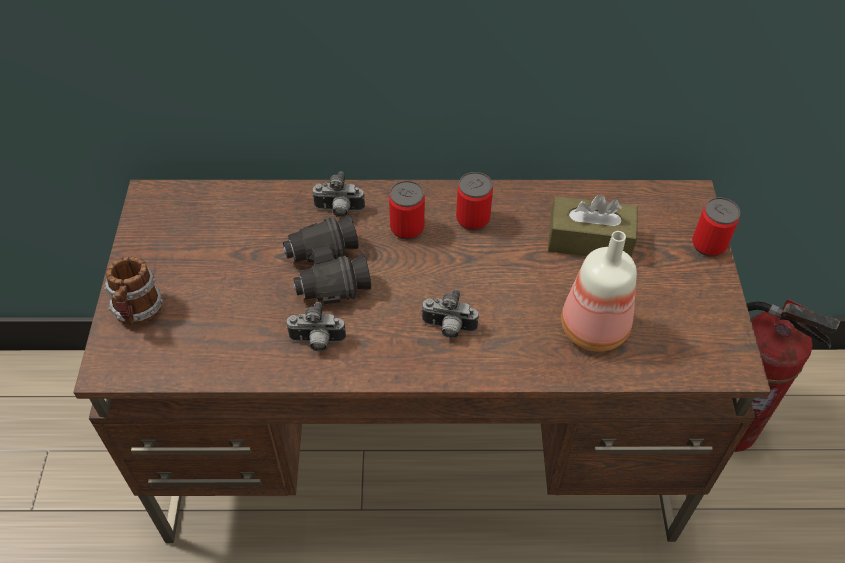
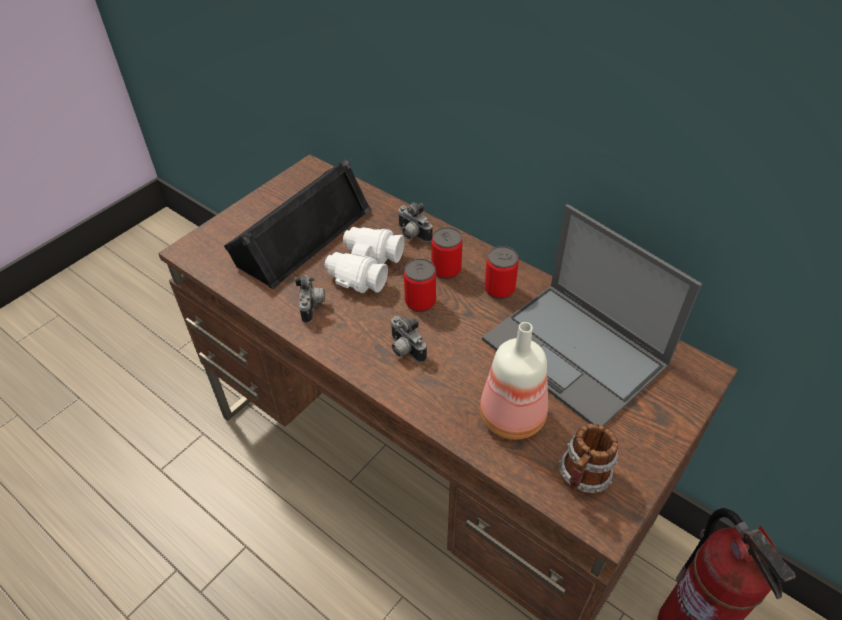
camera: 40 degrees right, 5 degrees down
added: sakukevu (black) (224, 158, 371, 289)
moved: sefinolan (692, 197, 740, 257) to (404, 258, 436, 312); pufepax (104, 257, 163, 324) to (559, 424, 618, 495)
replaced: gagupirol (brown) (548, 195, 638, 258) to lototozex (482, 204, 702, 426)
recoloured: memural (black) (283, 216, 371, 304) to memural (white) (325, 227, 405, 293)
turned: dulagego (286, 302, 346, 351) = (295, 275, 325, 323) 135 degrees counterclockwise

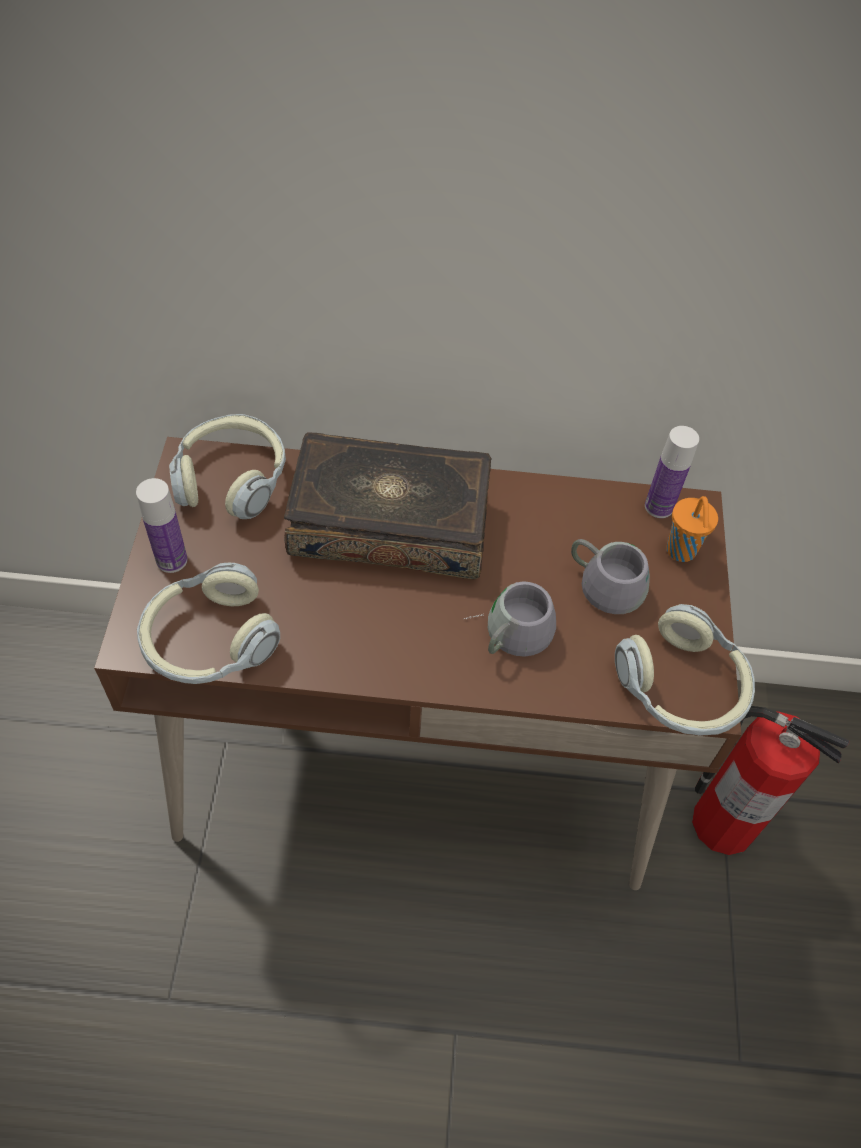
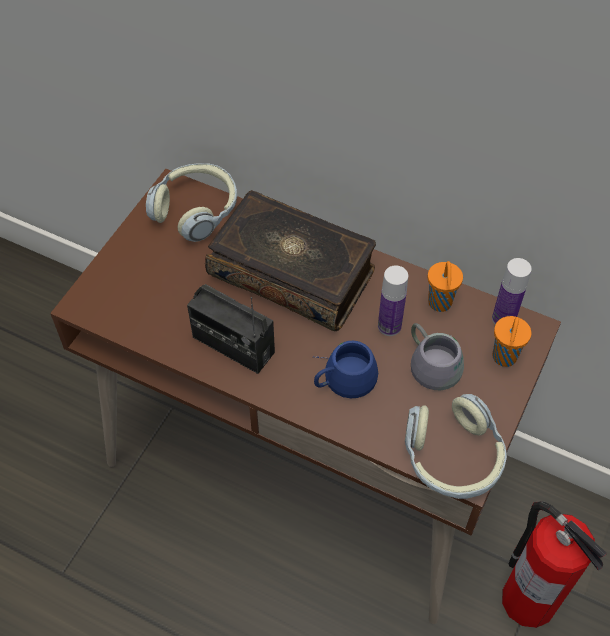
camera: 25 degrees right, 0 degrees up
removed: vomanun (137, 563, 280, 684)
added: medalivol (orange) (428, 261, 463, 312); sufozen (187, 284, 275, 374)
moved: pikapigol (136, 478, 187, 573) to (378, 266, 408, 336)
recoloured: pufepax (grey) (464, 581, 556, 657) to pufepax (blue) (314, 341, 378, 398)

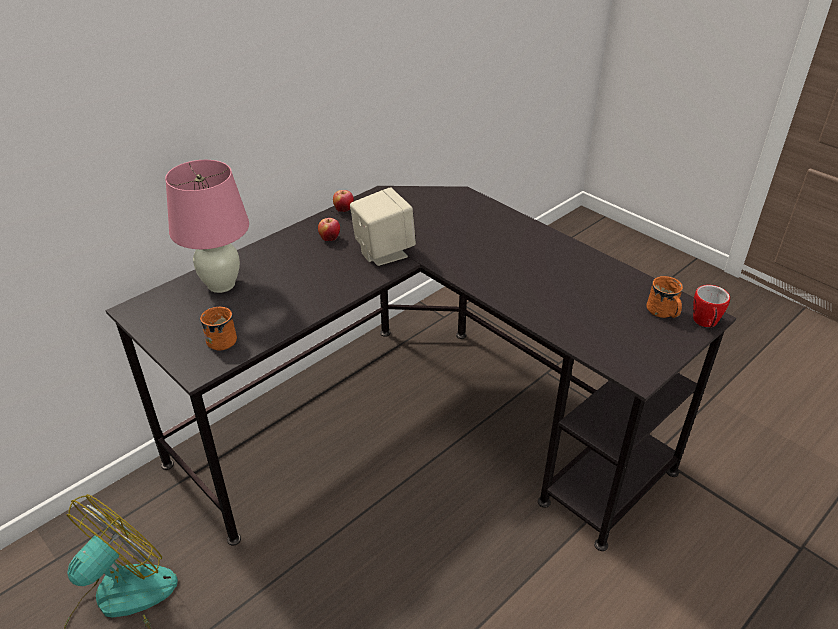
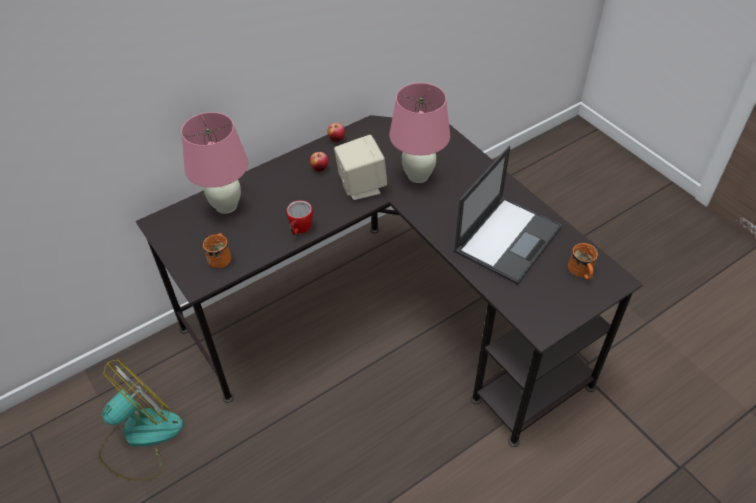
camera: 10 degrees right, 10 degrees up
added: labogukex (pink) (389, 83, 450, 183); lototozex (454, 146, 562, 285)
moved: pufepax (693, 285, 730, 328) to (286, 200, 313, 235)

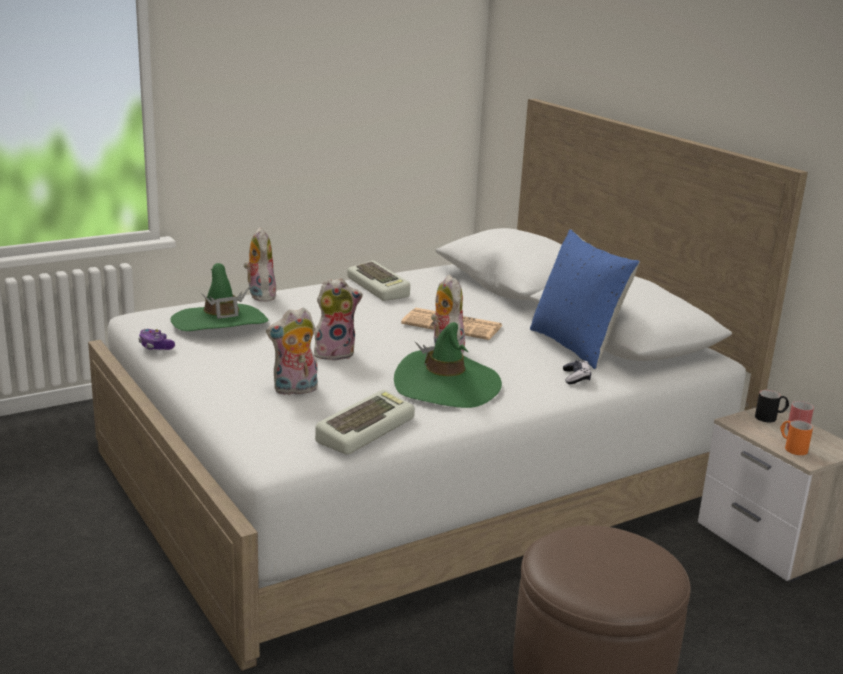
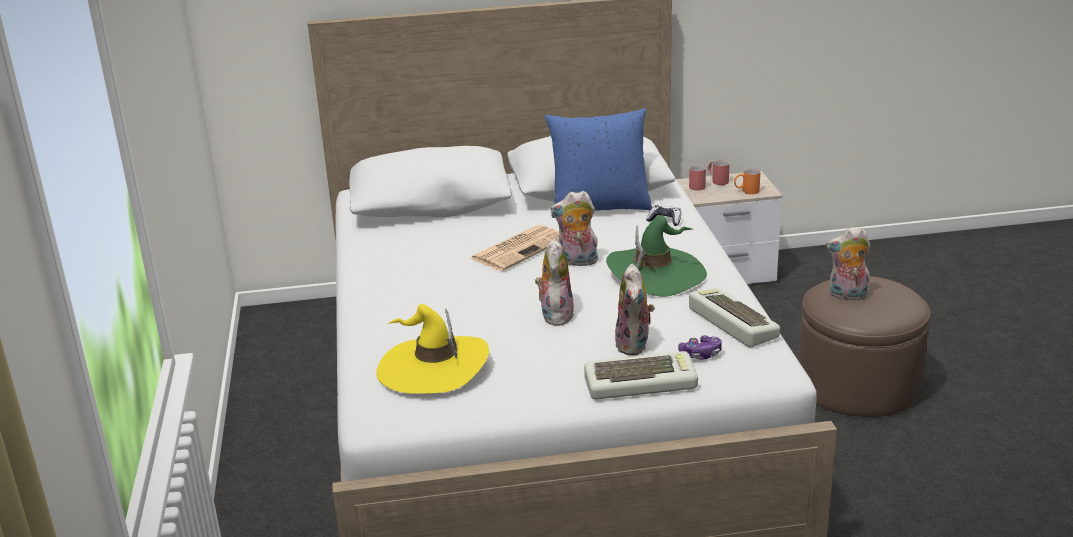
camera: 65 degrees left, 5 degrees up
moved: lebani (244, 227, 276, 302) to (826, 228, 871, 300); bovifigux (347, 261, 410, 301) to (584, 351, 698, 399); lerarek (138, 329, 175, 350) to (678, 335, 722, 360)
recoloured: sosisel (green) (170, 263, 268, 331) to sosisel (yellow) (376, 304, 489, 394); pufepax (black) (755, 390, 789, 423) to pufepax (red) (689, 165, 706, 190)

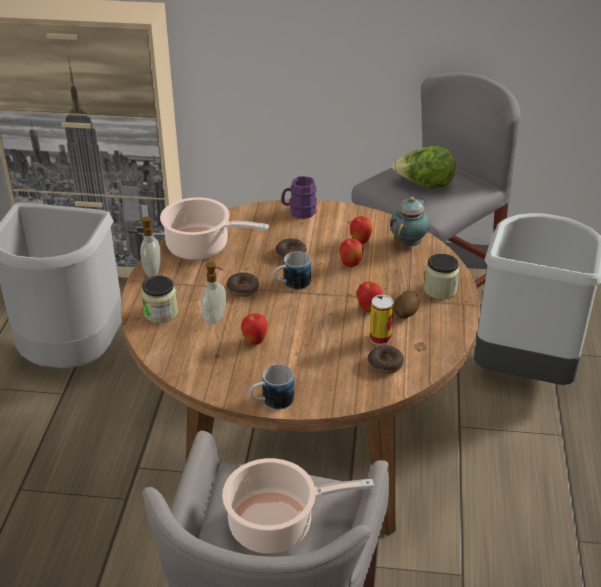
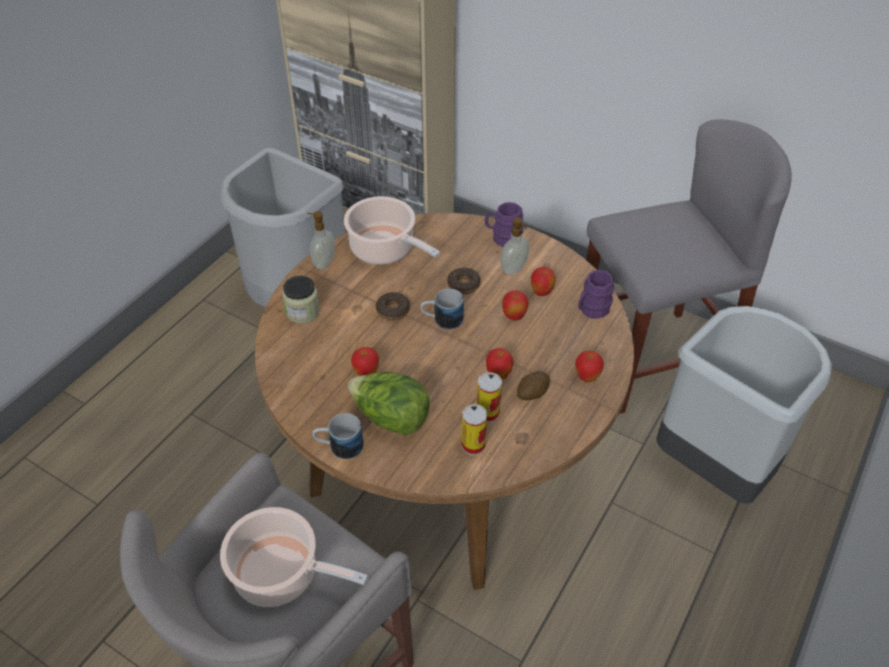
camera: 25 degrees right, 10 degrees up
moved: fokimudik (392, 146, 455, 188) to (348, 372, 430, 436); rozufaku (200, 262, 226, 325) to (500, 217, 529, 275)
replaced: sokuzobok (390, 197, 430, 247) to pufepax (purple) (578, 270, 615, 319); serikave (424, 254, 459, 299) to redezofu (575, 351, 604, 382); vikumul (368, 345, 404, 374) to sefinolan (462, 404, 487, 456)

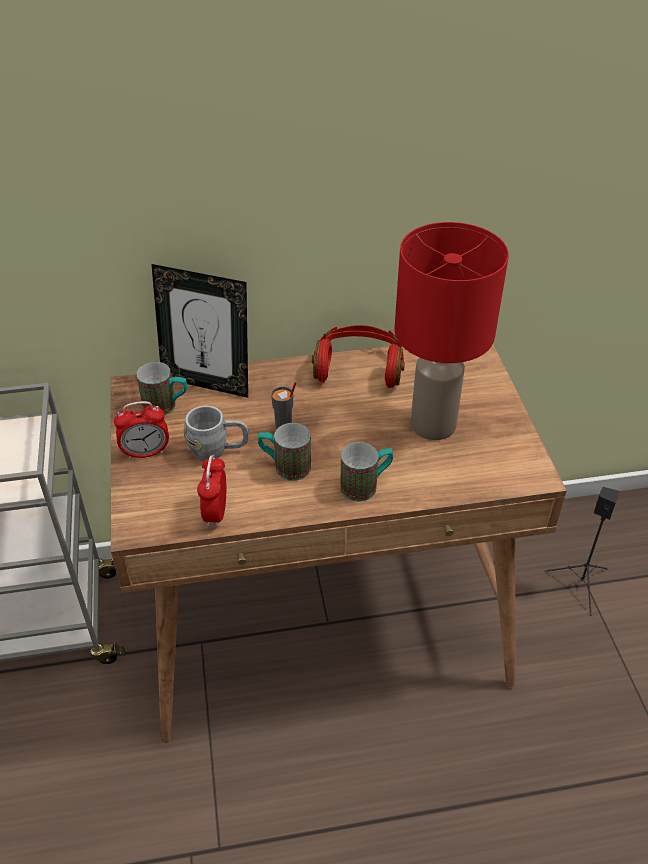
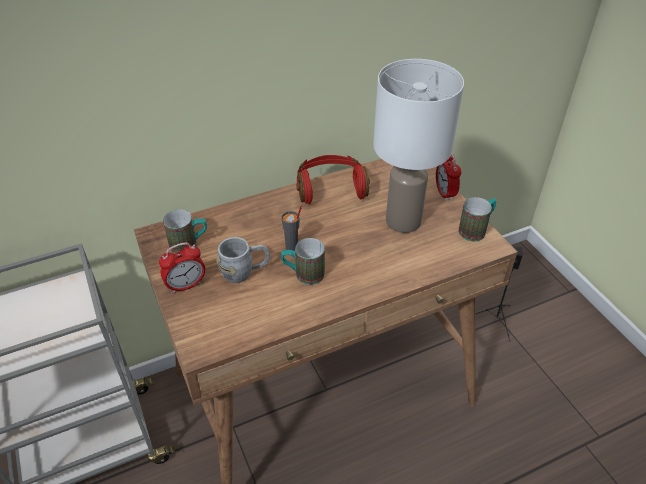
camera: 15 degrees left, 0 degrees up
removed: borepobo (151, 264, 248, 398)
moved: pufepax (340, 442, 393, 501) to (458, 197, 496, 241); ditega (197, 455, 226, 527) to (436, 154, 461, 202)
recoloured: labogukex (red) (394, 222, 509, 440) to labogukex (white) (373, 59, 464, 233)

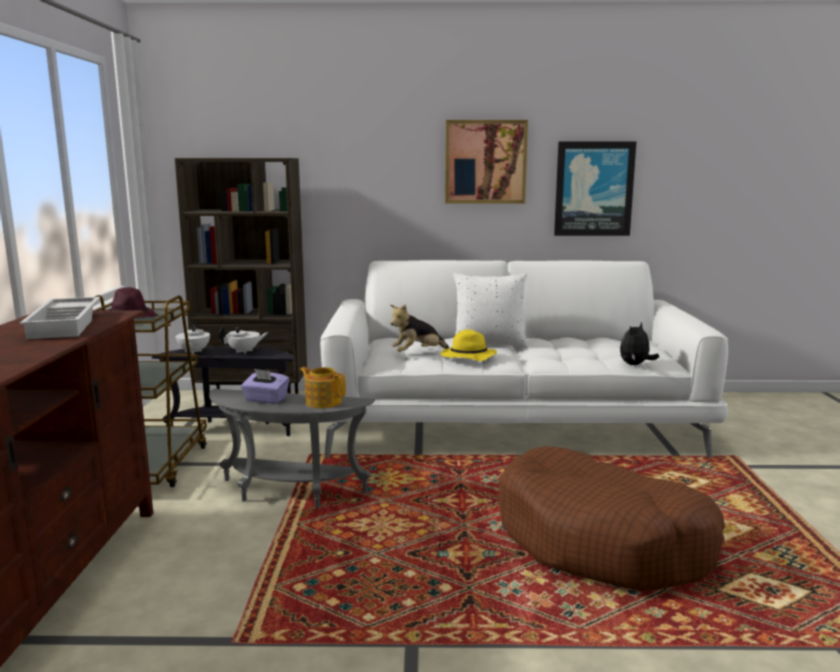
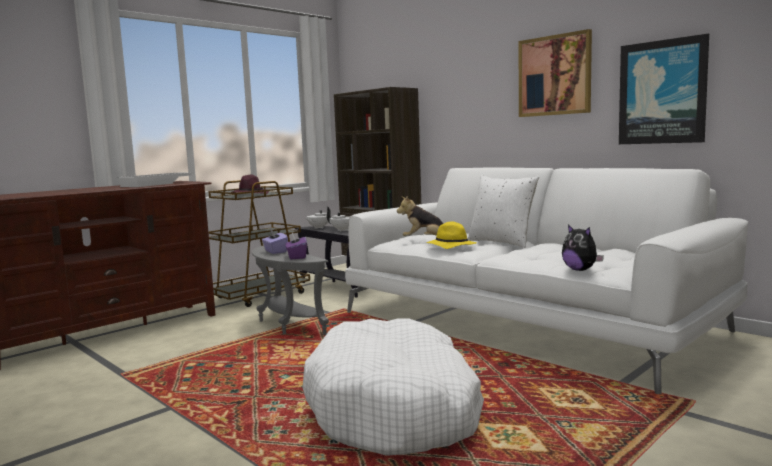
camera: 45 degrees right, 5 degrees down
replaced: sokuzobok (300, 367, 346, 408) to gagupirol (purple) (285, 232, 307, 259)
recoloured: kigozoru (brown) (499, 446, 725, 591) to kigozoru (white) (303, 318, 484, 456)
turned: lebani (620, 322, 659, 365) = (562, 225, 604, 271) 120 degrees counterclockwise

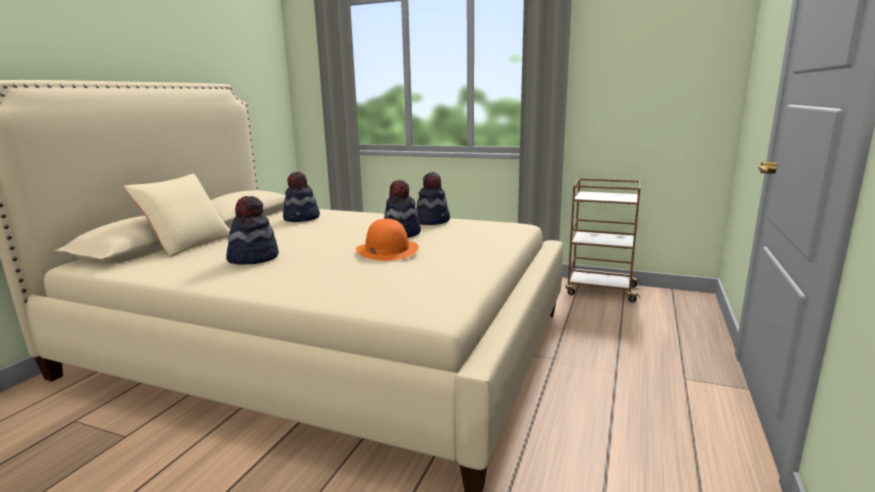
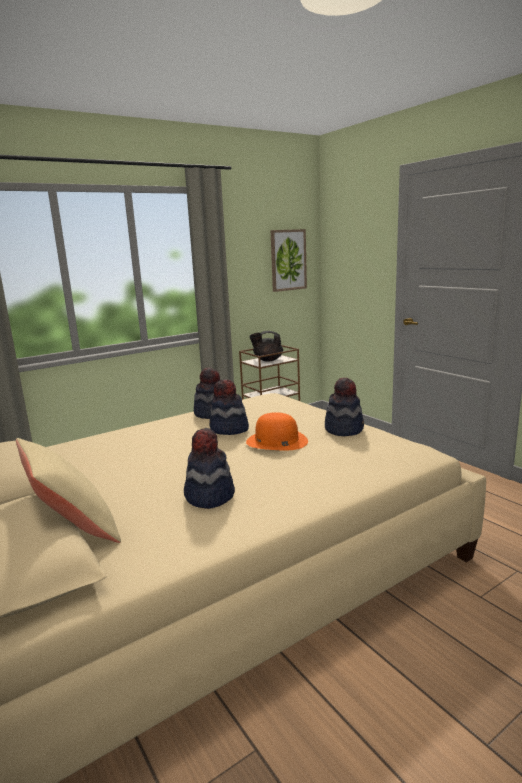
camera: 55 degrees left, 0 degrees up
added: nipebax (270, 229, 307, 292); sokuzobok (black) (249, 331, 283, 362)
moved: sosisel (283, 172, 320, 222) to (325, 377, 364, 436)

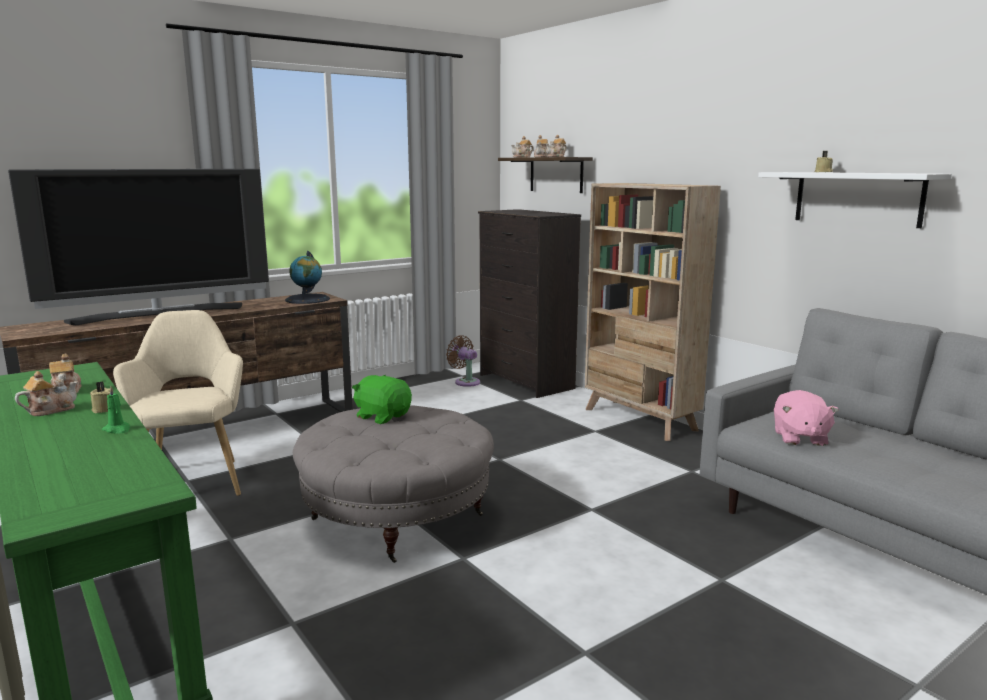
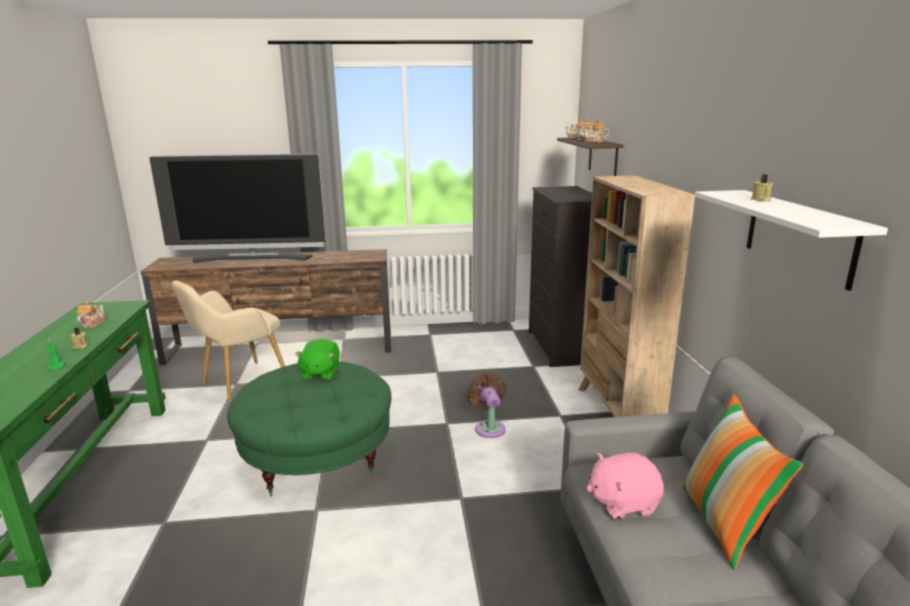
camera: 30 degrees right, 5 degrees up
removed: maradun (285, 251, 330, 304); sokuzobok (15, 371, 78, 416)
added: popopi (682, 395, 803, 570)
moved: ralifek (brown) (446, 335, 480, 387) to (467, 373, 507, 438)
recoloured: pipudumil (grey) (293, 405, 494, 563) to pipudumil (green) (227, 361, 391, 497)
turned: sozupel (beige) (113, 310, 243, 496) = (172, 280, 285, 402) 150 degrees counterclockwise; lebani (green) (352, 375, 412, 424) = (295, 339, 340, 381) 150 degrees counterclockwise; lebani (pink) (774, 390, 839, 446) = (586, 453, 664, 519) 45 degrees clockwise

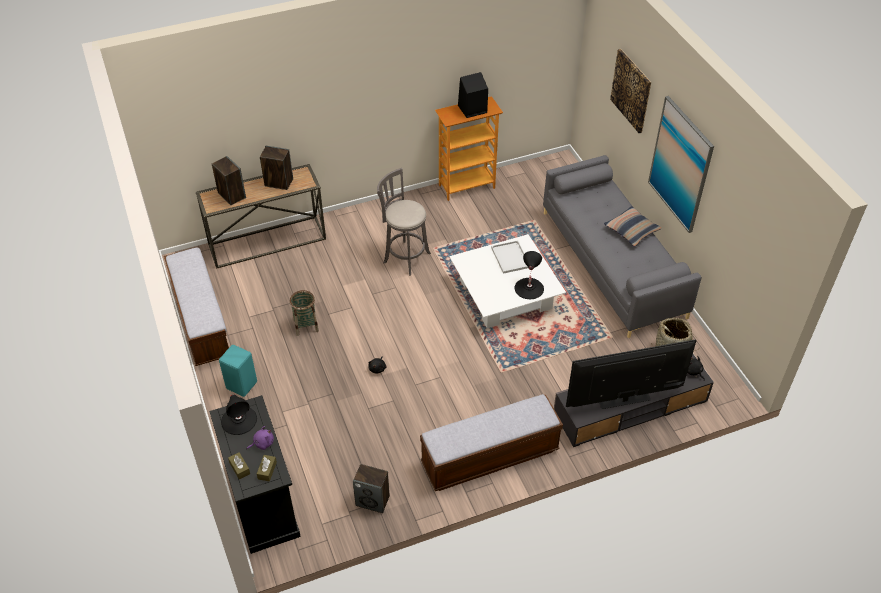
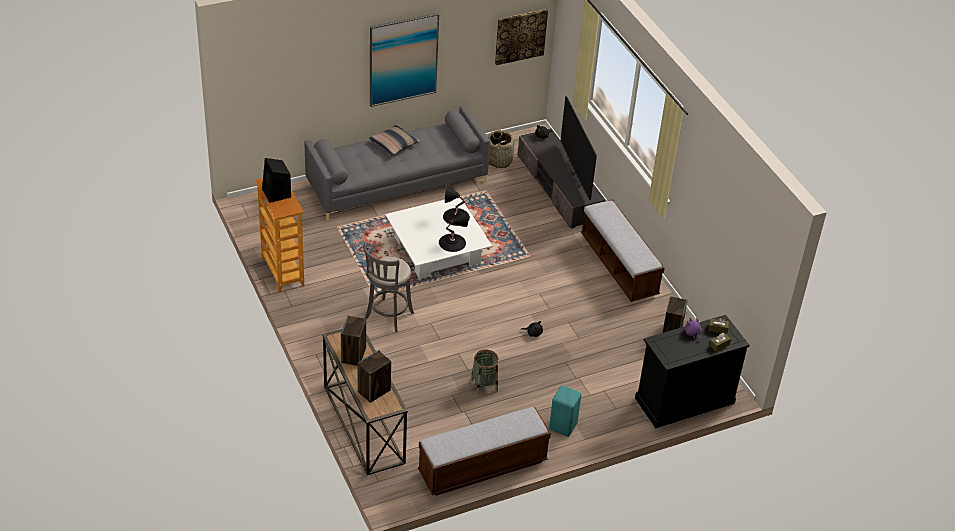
camera: 95 degrees left, 5 degrees down
removed: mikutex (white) (491, 240, 528, 274)
moved: nipebax (610, 49, 651, 133) to (495, 9, 548, 65); labogukex (black) (221, 394, 257, 435) to (439, 210, 468, 252)

